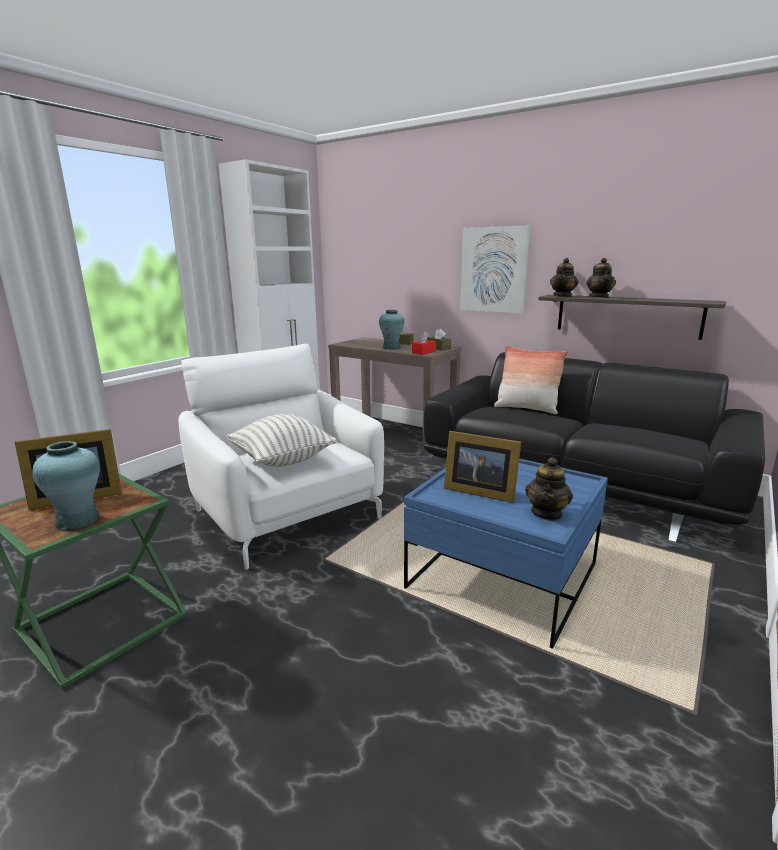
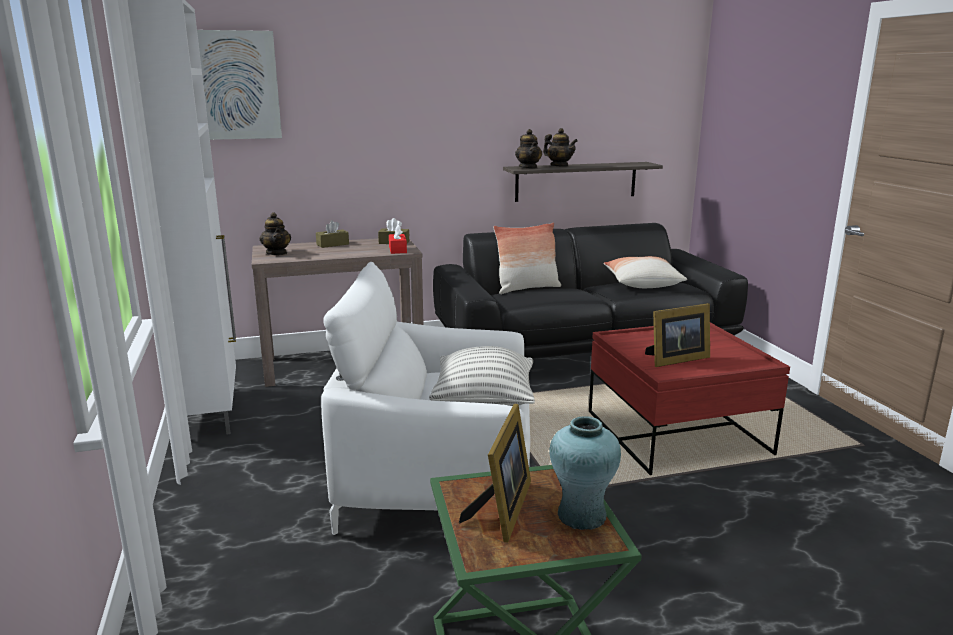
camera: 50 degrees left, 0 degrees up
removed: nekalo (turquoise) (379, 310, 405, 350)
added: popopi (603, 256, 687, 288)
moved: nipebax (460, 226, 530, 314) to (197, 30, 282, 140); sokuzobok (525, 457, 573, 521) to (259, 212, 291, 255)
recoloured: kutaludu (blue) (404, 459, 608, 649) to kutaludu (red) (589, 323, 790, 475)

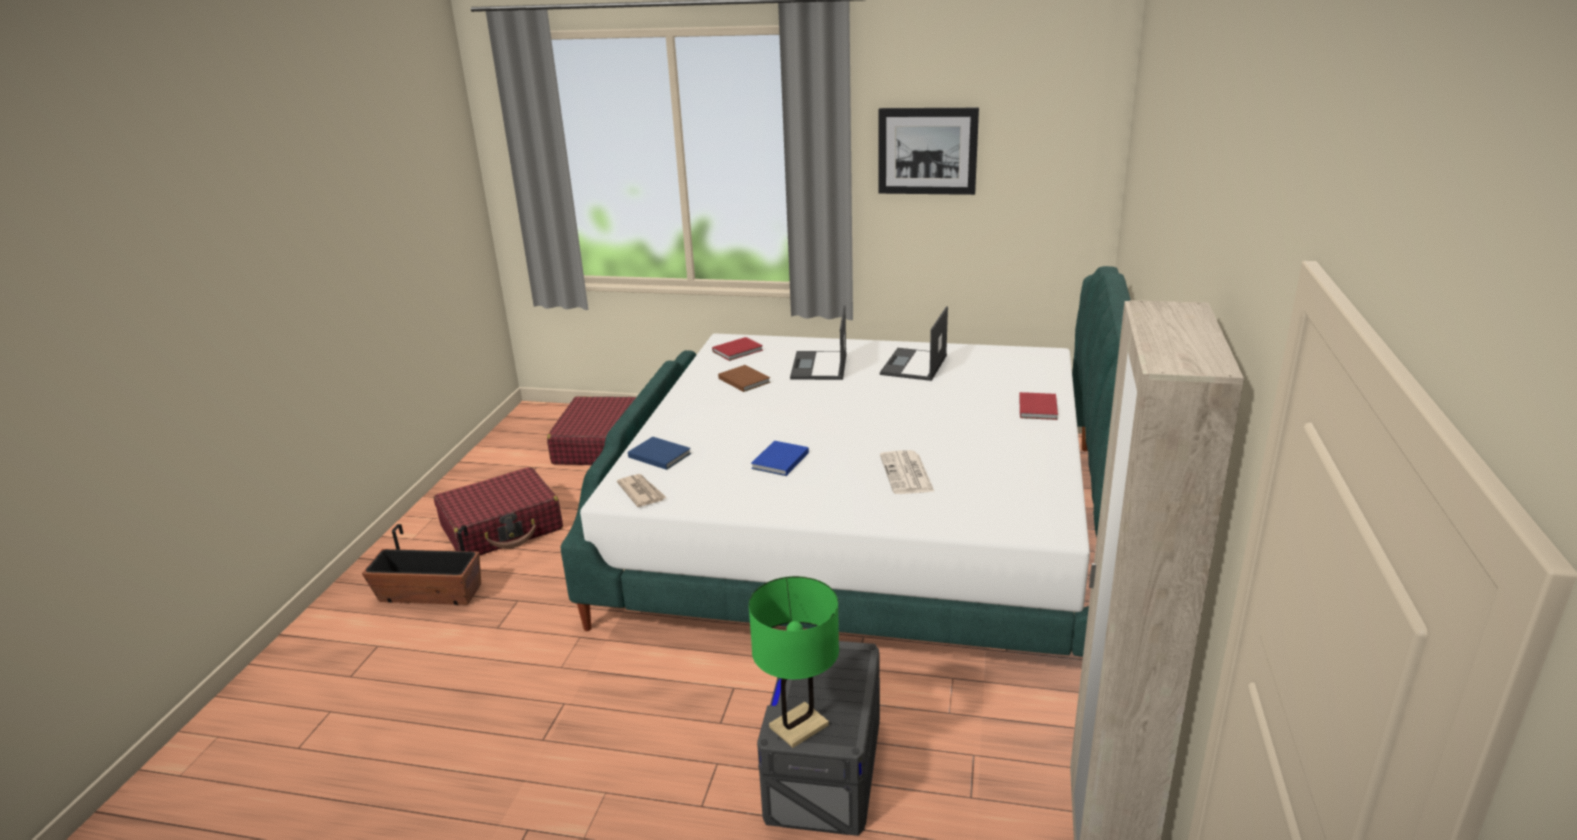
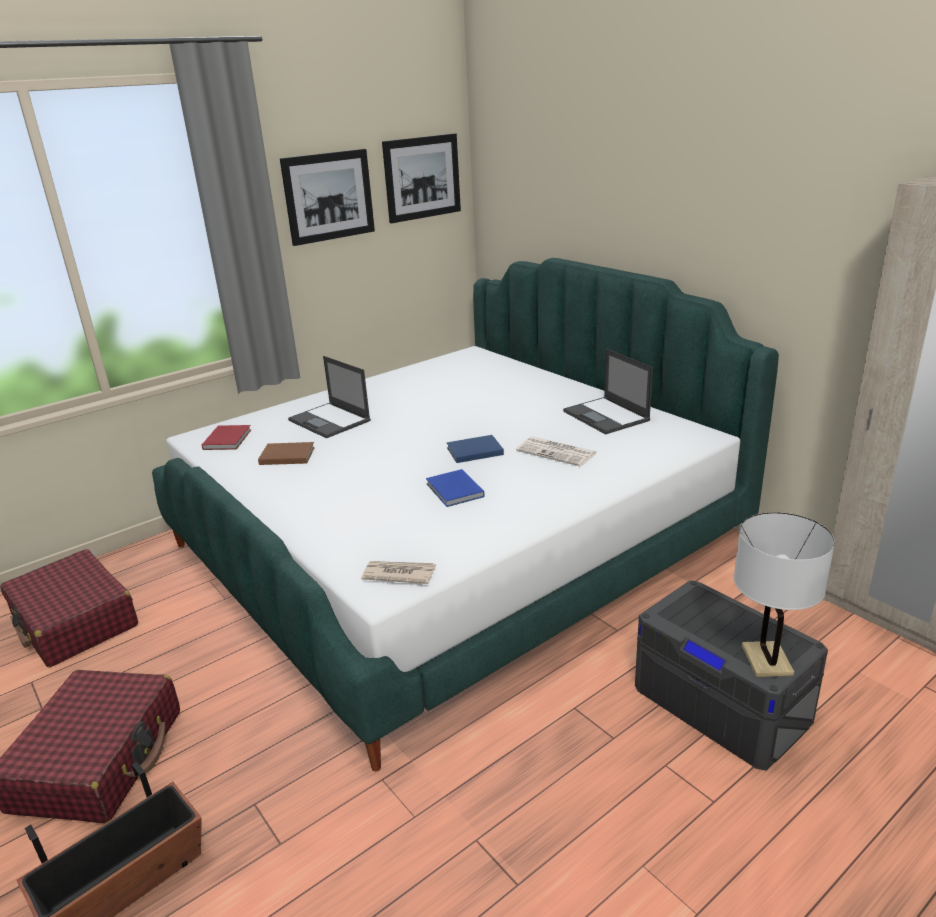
camera: 50 degrees left, 0 degrees up
removed: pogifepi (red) (1019, 392, 1058, 420)
added: nipebax (382, 134, 461, 223)
moved: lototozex (880, 306, 948, 381) to (563, 349, 653, 435); pogifepi (blue) (628, 437, 691, 470) to (447, 435, 504, 463)
recoloured: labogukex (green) (749, 576, 839, 748) to labogukex (white) (734, 512, 835, 677)

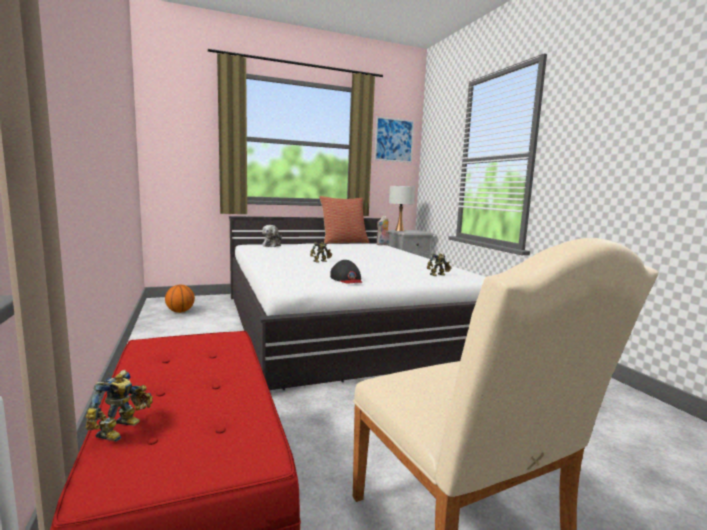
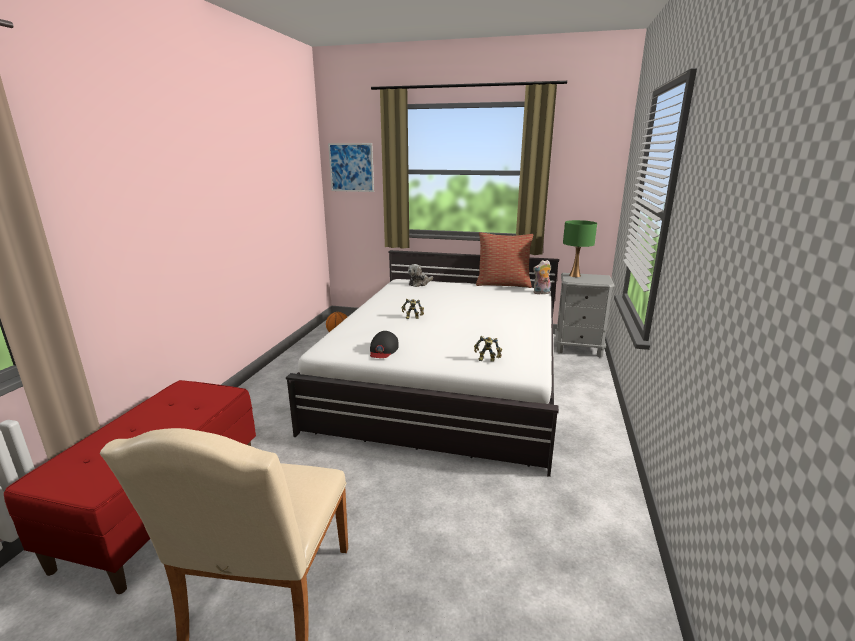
camera: 35 degrees right, 10 degrees up
removed: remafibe (85, 370, 153, 441)
moved: nipebax (374, 117, 414, 163) to (328, 143, 374, 192)
recoloured: labogukex (white) (389, 186, 415, 231) to labogukex (green) (563, 220, 597, 277)

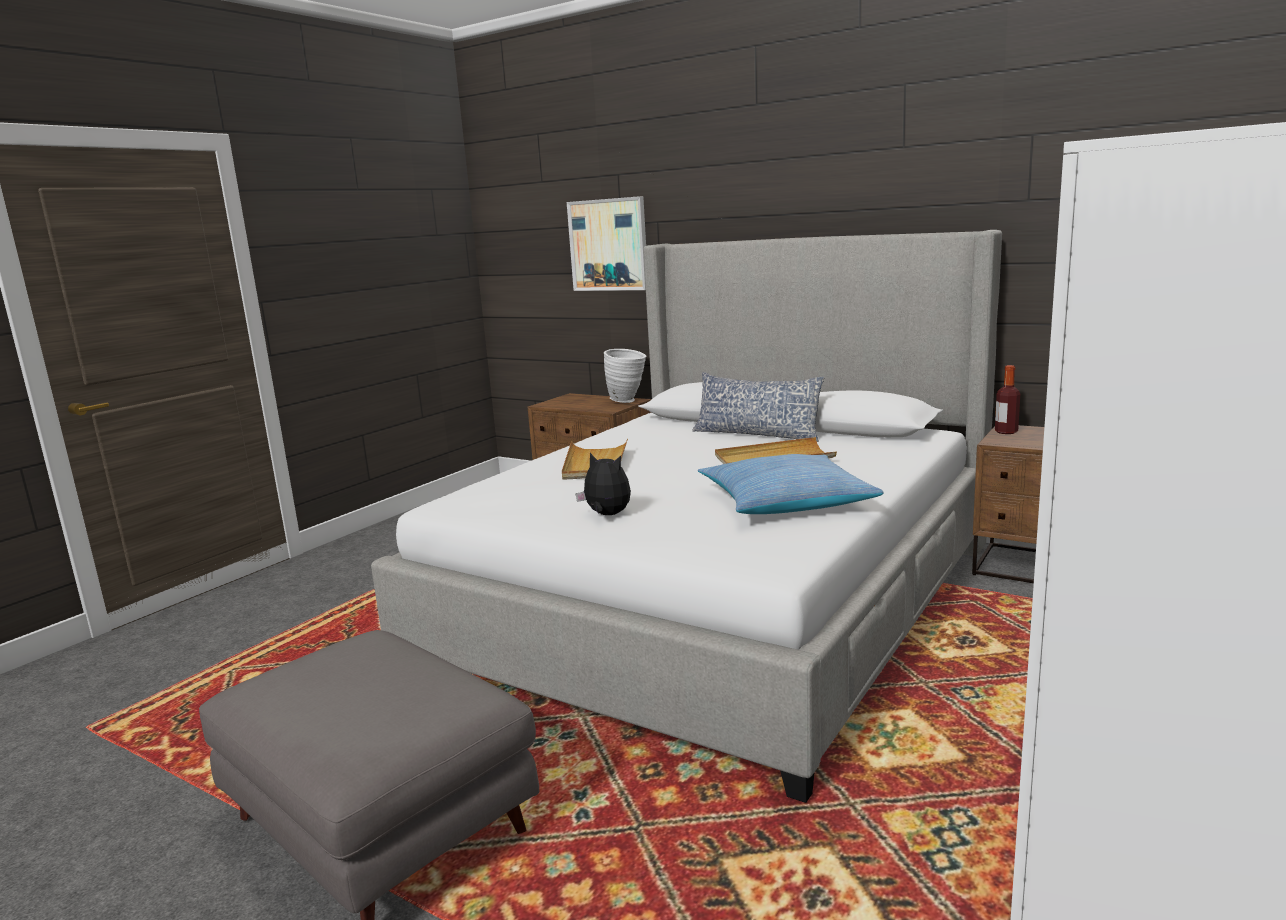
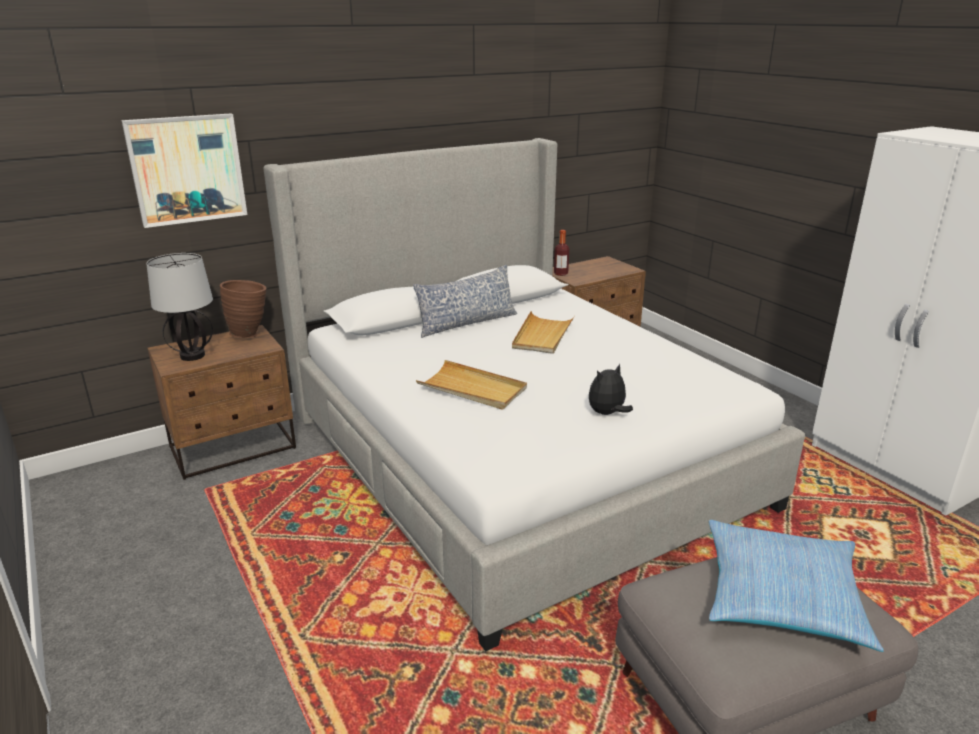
camera: 65 degrees left, 10 degrees up
added: labogukex (146, 253, 213, 361)
moved: popopi (698, 454, 884, 514) to (709, 520, 884, 652)
recoloured: nekalo (white) (604, 349, 646, 403) to nekalo (brown) (220, 280, 266, 338)

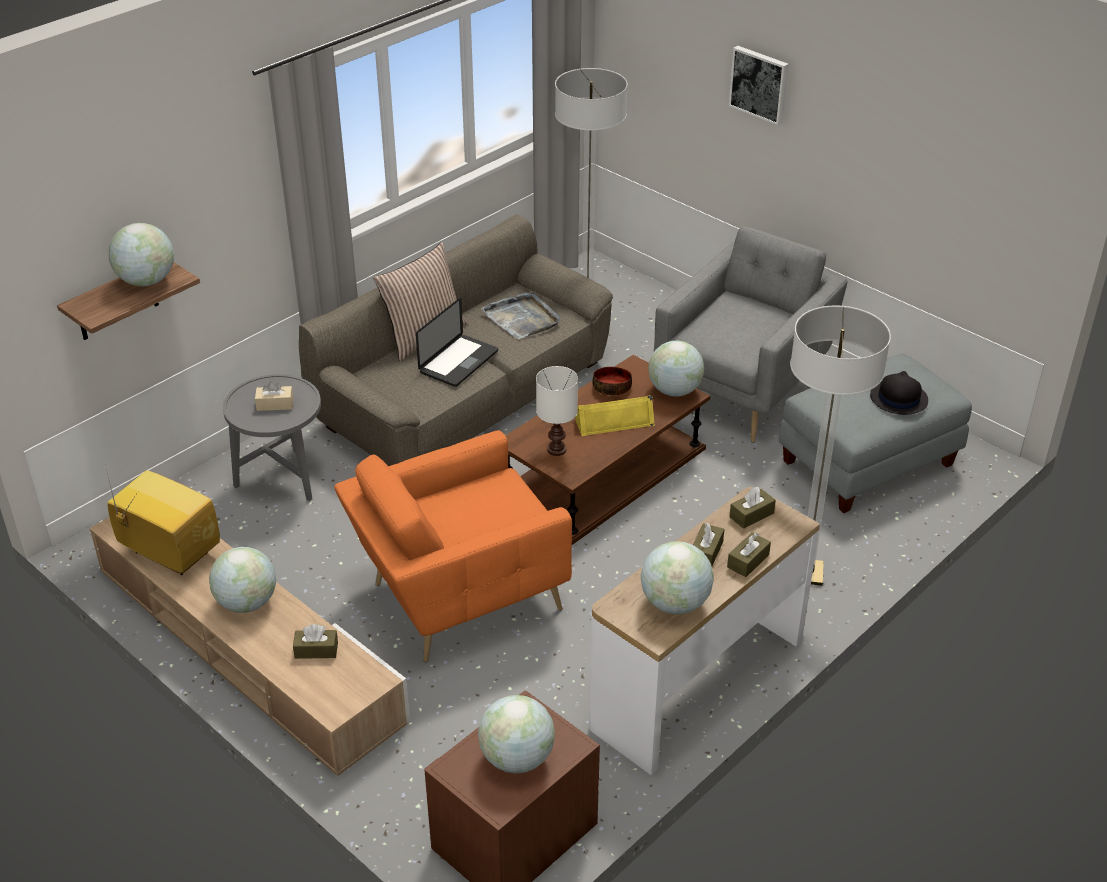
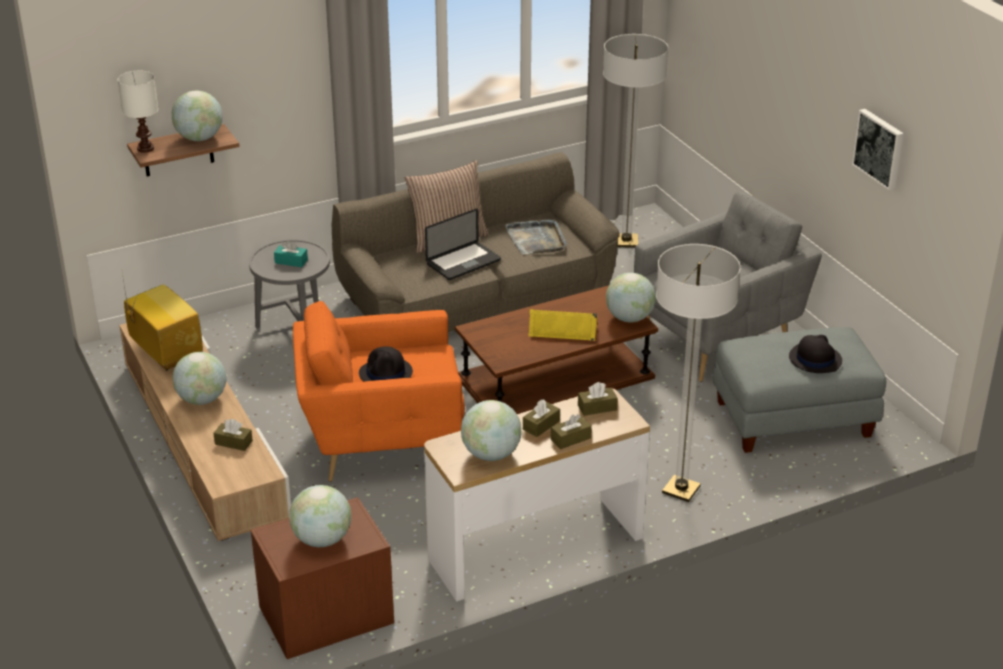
camera: 20 degrees right, 5 degrees down
removed: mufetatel (592, 367, 632, 396)
added: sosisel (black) (359, 346, 413, 382)
moved: nipebax (729, 46, 789, 125) to (852, 109, 904, 191); labogukex (white) (536, 366, 578, 456) to (118, 71, 158, 153)
recoloured: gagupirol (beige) (255, 381, 293, 411) to gagupirol (turquoise) (274, 240, 308, 267)

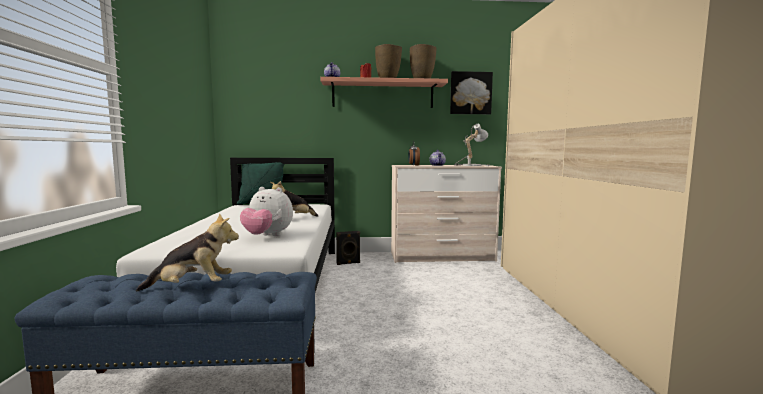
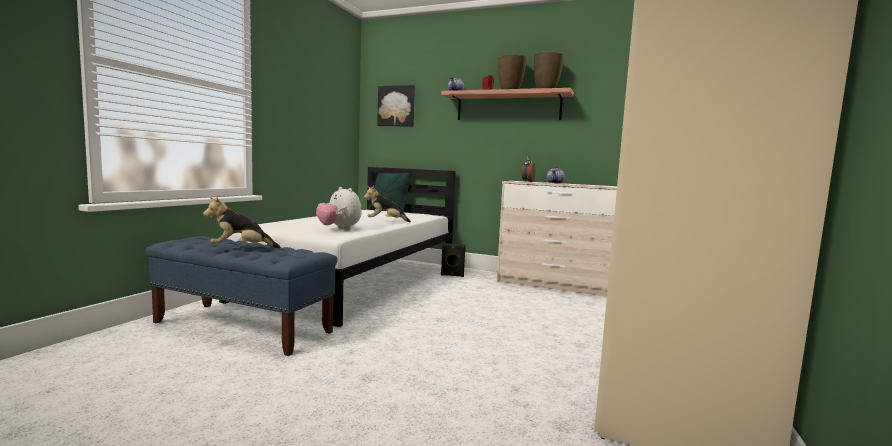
camera: 25 degrees right, 0 degrees up
removed: labogukex (454, 124, 490, 166)
moved: nipebax (450, 71, 493, 114) to (377, 85, 415, 127)
turned: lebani (136, 213, 239, 291) = (203, 197, 281, 249) 150 degrees clockwise

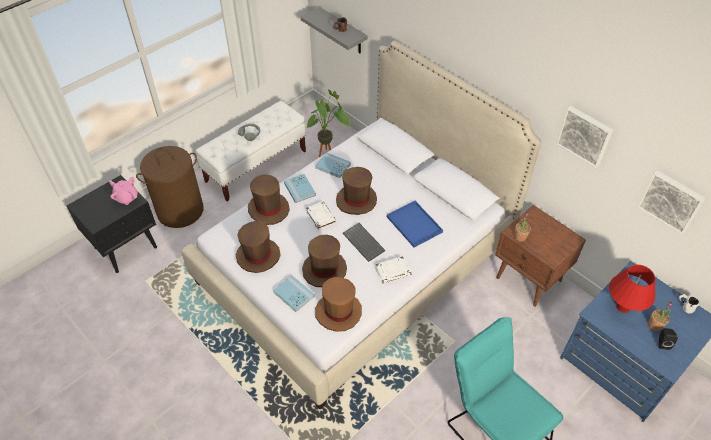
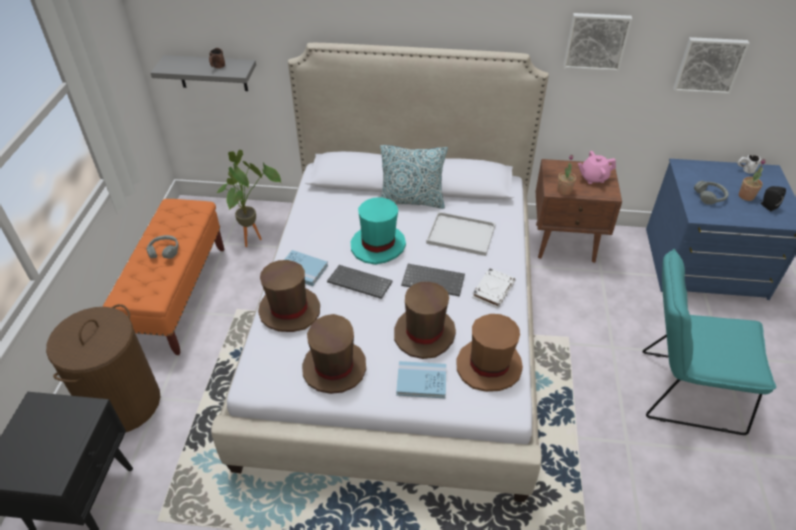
camera: 40 degrees left, 5 degrees down
removed: pogifepi (blue) (315, 152, 351, 178)
added: popopi (380, 145, 448, 209)
moved: sokuzobok (pink) (109, 177, 138, 205) to (578, 151, 616, 184)
replaced: pogifepi (white) (306, 201, 337, 230) to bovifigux (327, 265, 393, 299); labogukex (red) (609, 264, 655, 313) to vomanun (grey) (694, 181, 729, 205)
recoloured: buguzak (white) (195, 101, 306, 201) to buguzak (orange) (103, 199, 224, 355); sosisel (brown) (336, 167, 377, 215) to sosisel (turquoise) (350, 197, 406, 265); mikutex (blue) (387, 201, 443, 248) to mikutex (white) (426, 212, 496, 256)

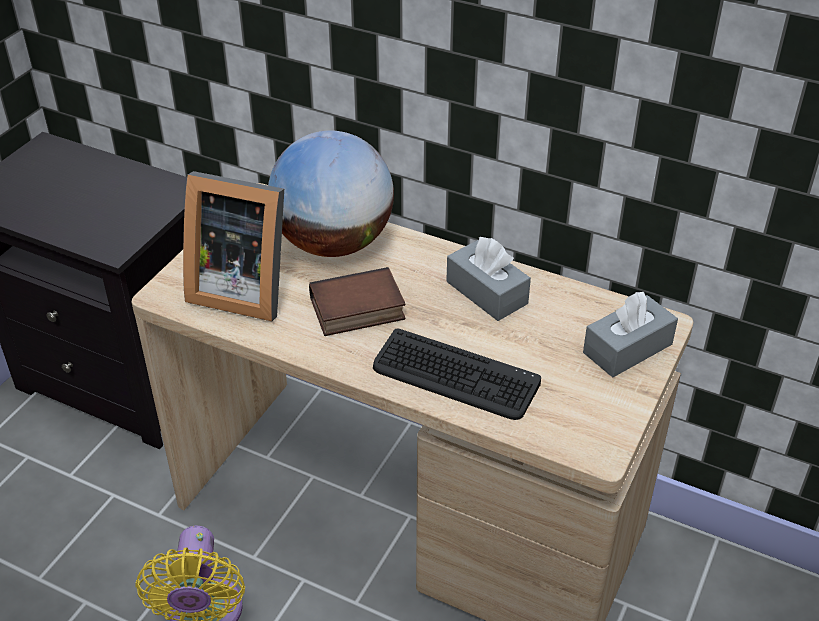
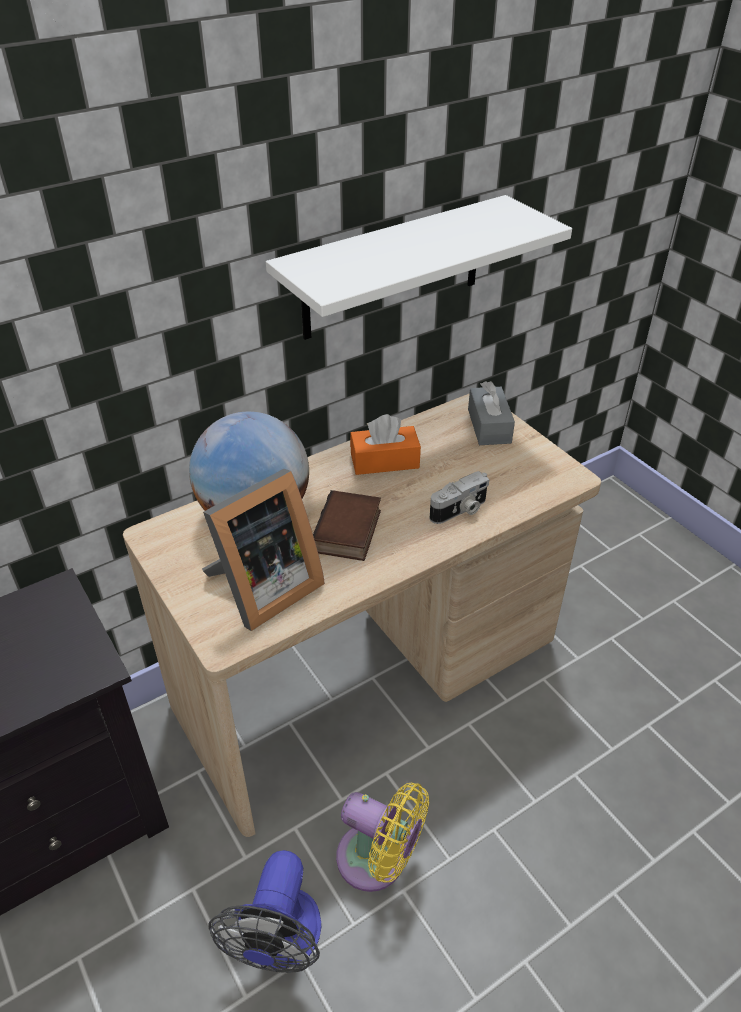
camera: 60 degrees left, 0 degrees up
added: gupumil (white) (266, 195, 572, 340); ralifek (209, 850, 321, 973)
replaced: bovifigux (373, 328, 541, 420) to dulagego (430, 471, 489, 524)
recoloured: gagupirol (grey) (446, 237, 531, 321) to gagupirol (orange) (350, 414, 421, 475)

